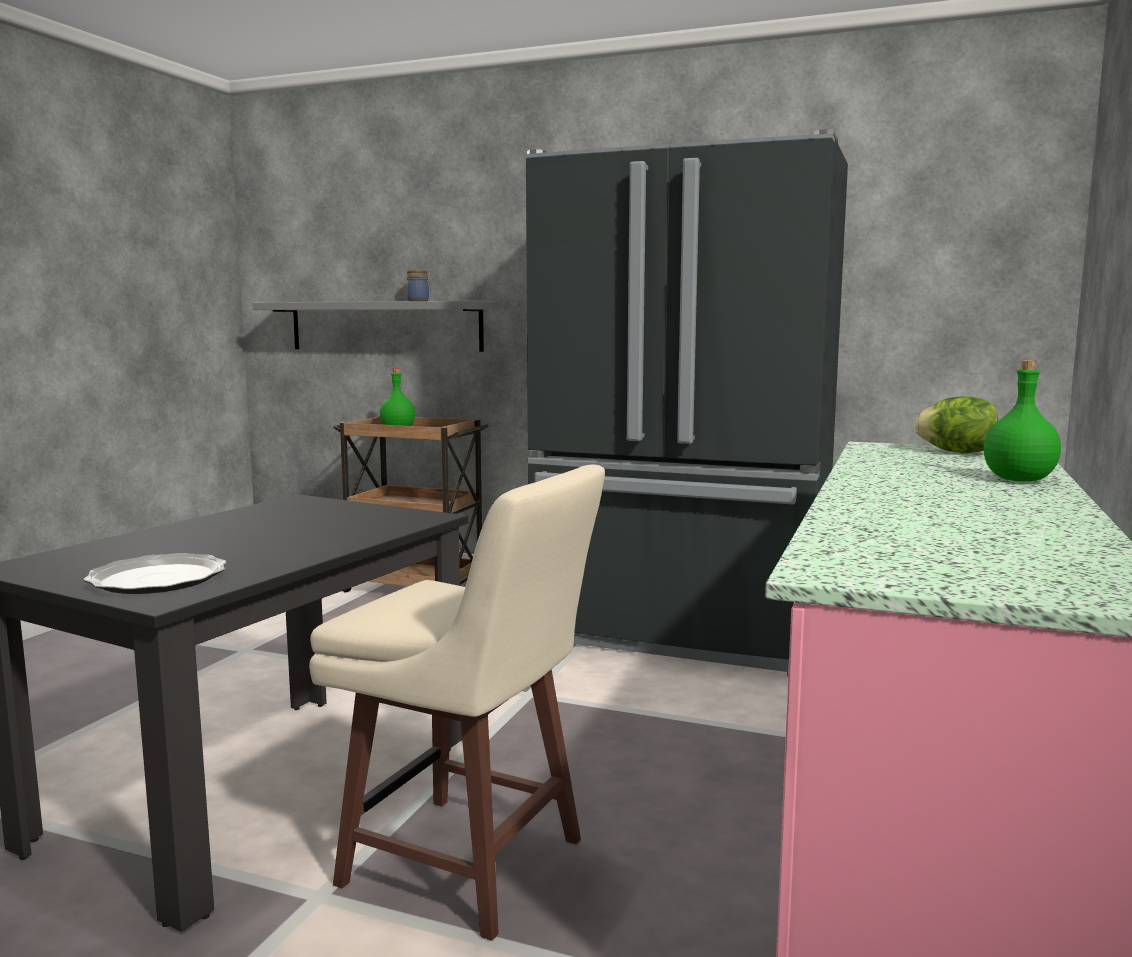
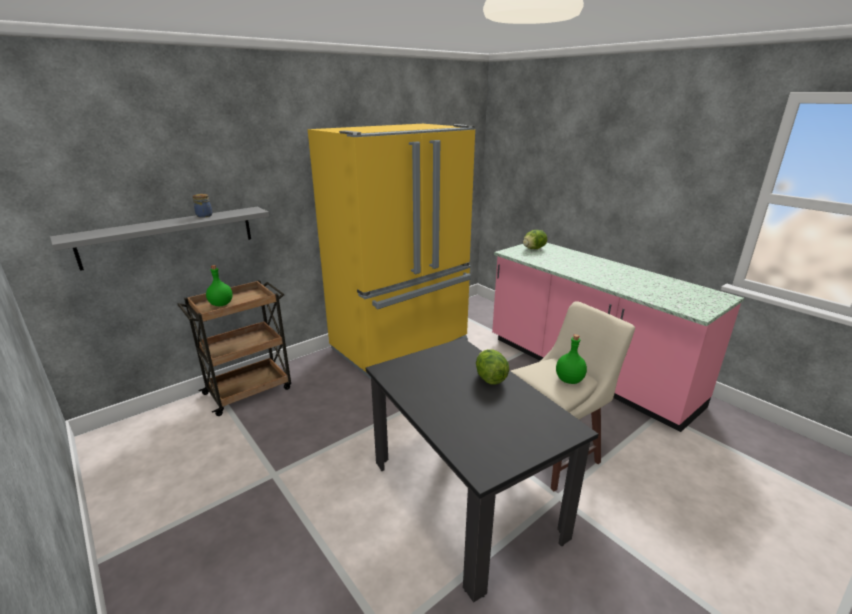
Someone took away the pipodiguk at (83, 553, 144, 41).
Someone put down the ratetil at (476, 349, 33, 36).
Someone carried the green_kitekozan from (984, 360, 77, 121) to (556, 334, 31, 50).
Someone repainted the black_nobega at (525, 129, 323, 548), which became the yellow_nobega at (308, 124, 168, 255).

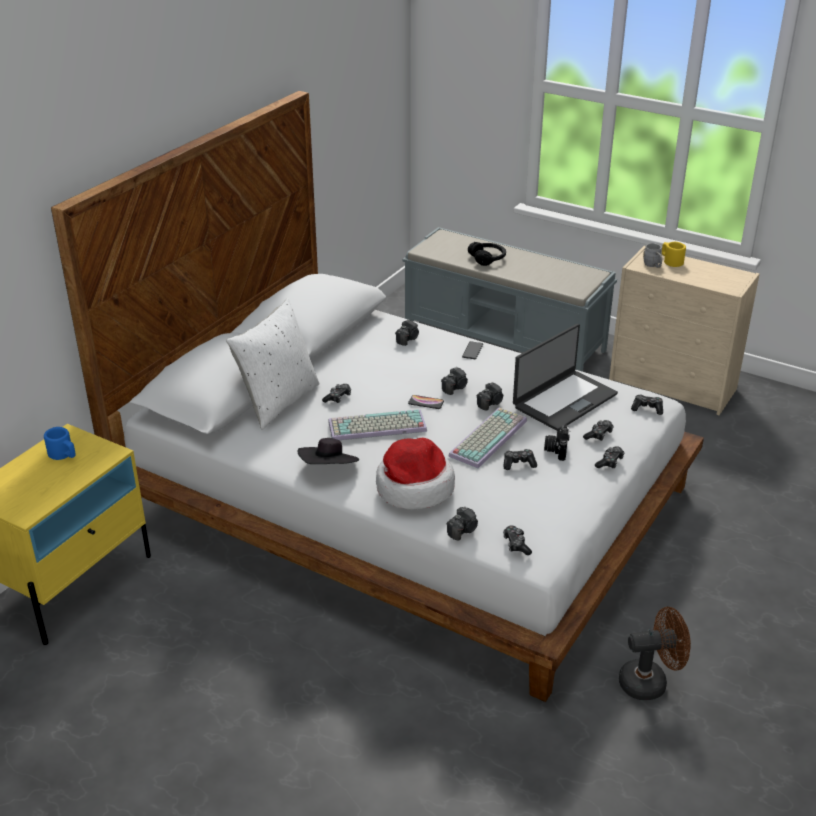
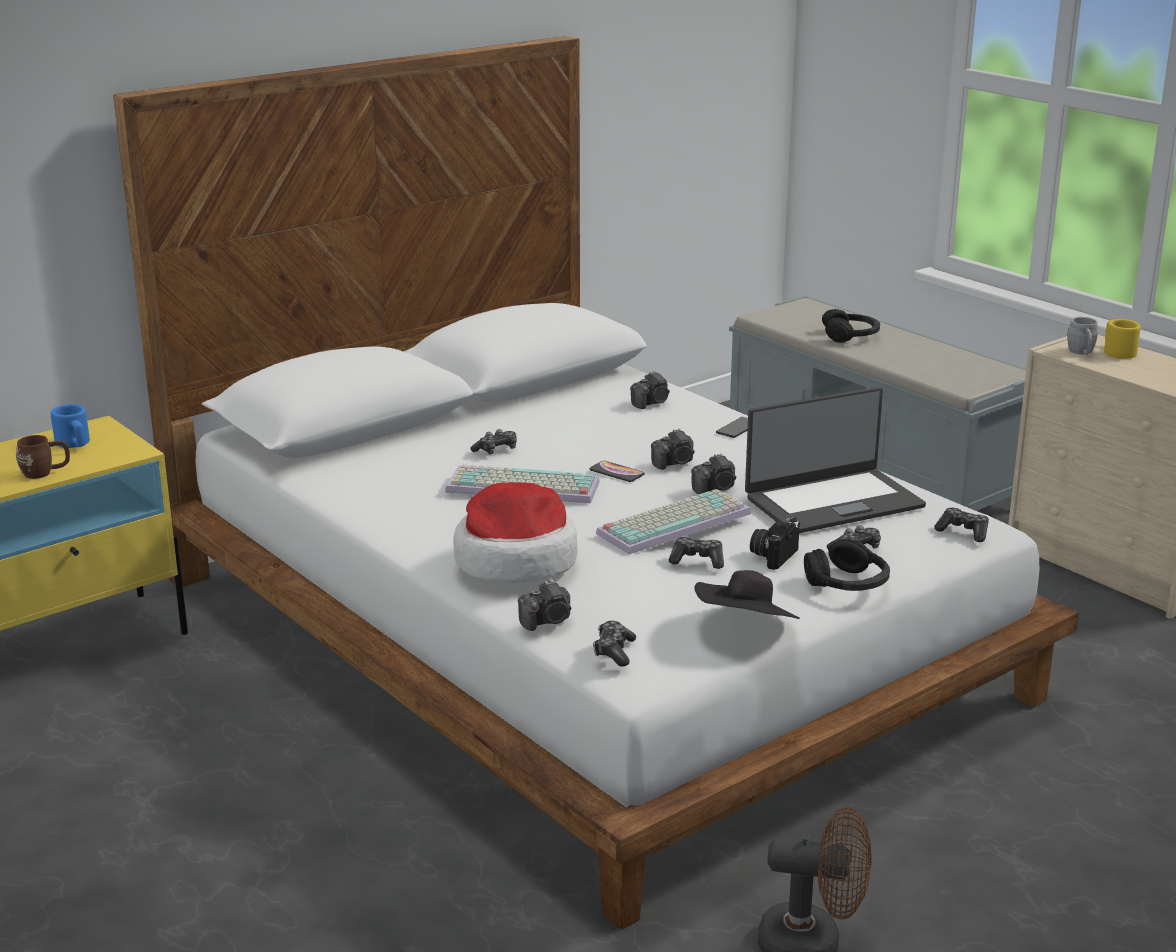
Someone took away the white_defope at (226, 298, 93, 132).
Someone put down the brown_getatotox at (16, 435, 54, 44).
Someone carried the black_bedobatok from (297, 438, 62, 26) to (694, 570, 106, 49).
Someone swapped the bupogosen at (595, 446, 30, 22) for the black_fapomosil at (804, 539, 86, 52).

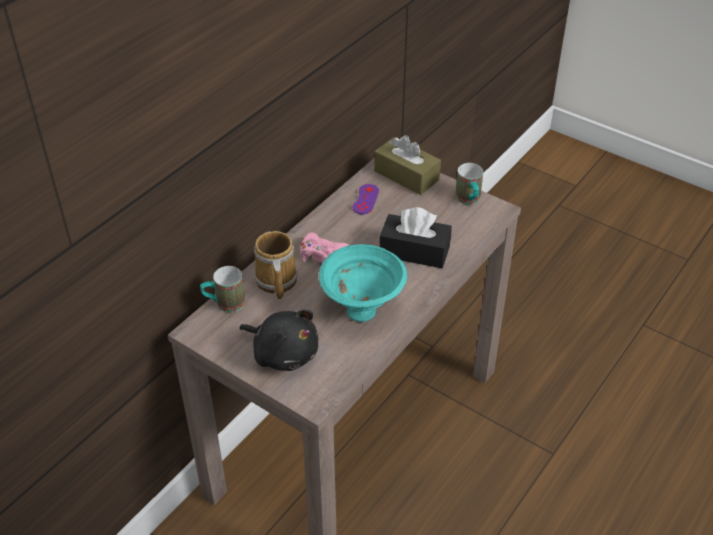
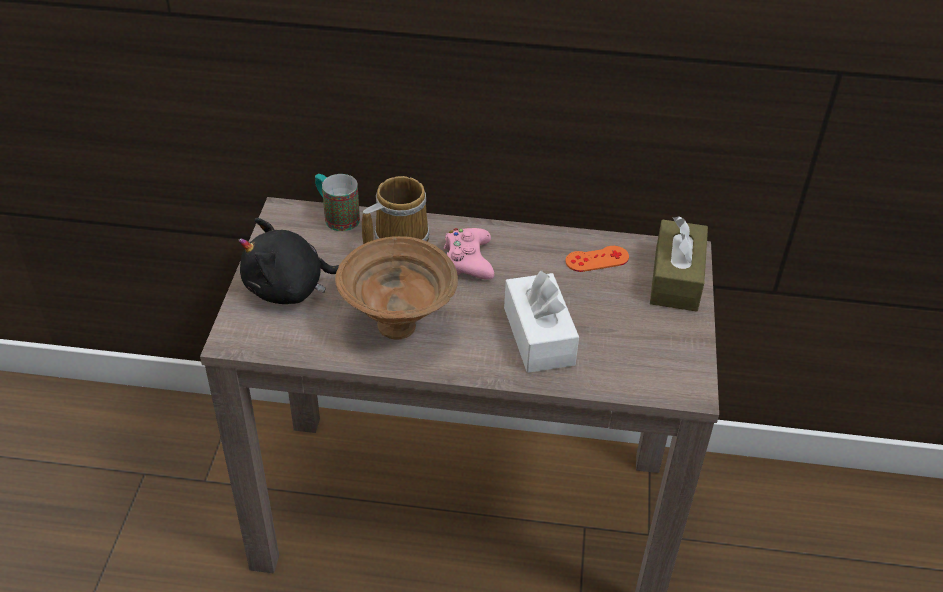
Someone took away the getatotox at (455, 163, 28, 42).
Someone repainted the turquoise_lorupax at (319, 244, 88, 78), which became the brown_lorupax at (335, 236, 123, 104).
Someone repainted the purple_bupogosen at (353, 184, 26, 31), which became the orange_bupogosen at (565, 246, 64, 26).
Someone repainted the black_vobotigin at (380, 207, 72, 61), which became the white_vobotigin at (504, 270, 75, 103).
Someone rotated the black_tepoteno at (239, 310, 79, 61) by 75 degrees clockwise.

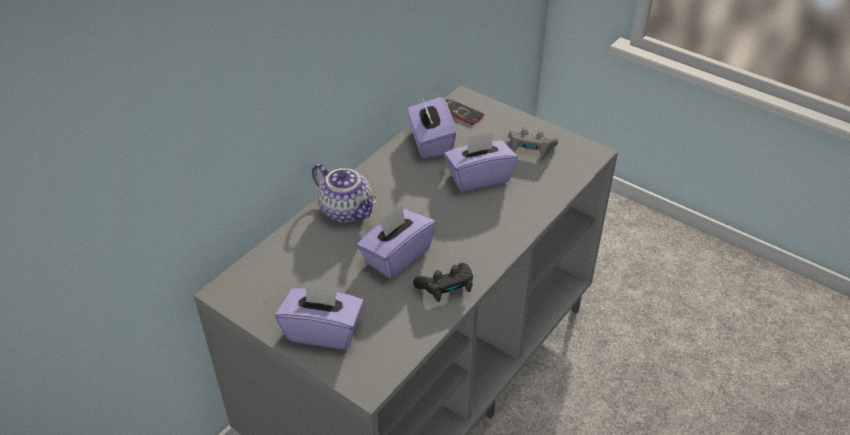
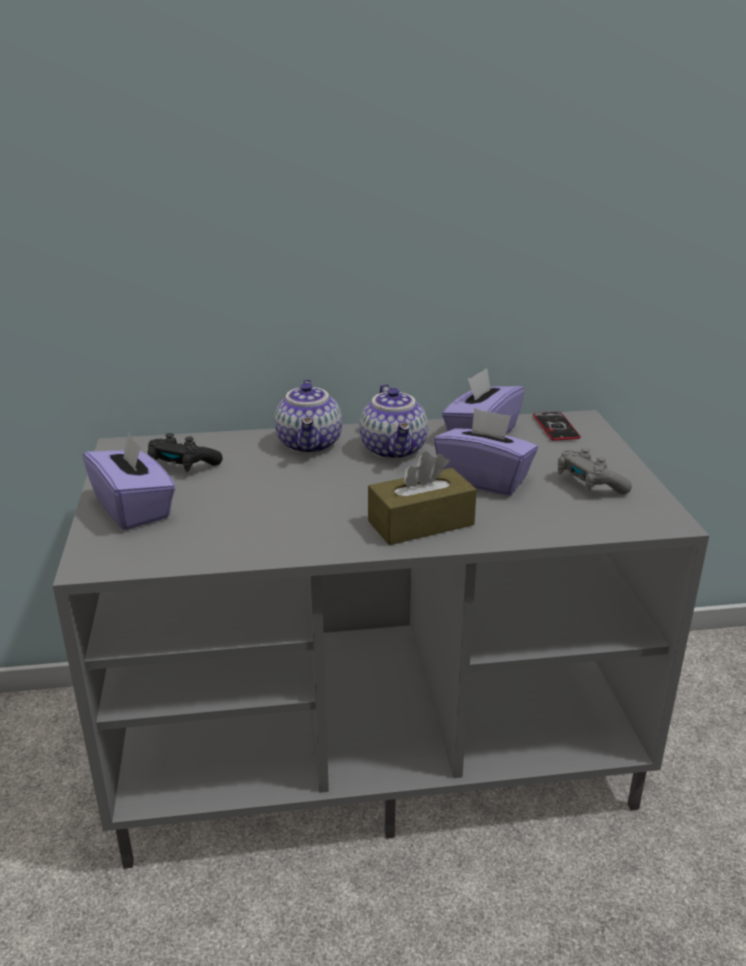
Someone took away the purple_vobotigin at (357, 205, 79, 74).
Someone put down the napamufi at (359, 384, 69, 76).
Someone put down the brown_vobotigin at (368, 451, 109, 94).
Someone carried the black_bupogosen from (413, 263, 60, 39) to (148, 433, 75, 39).

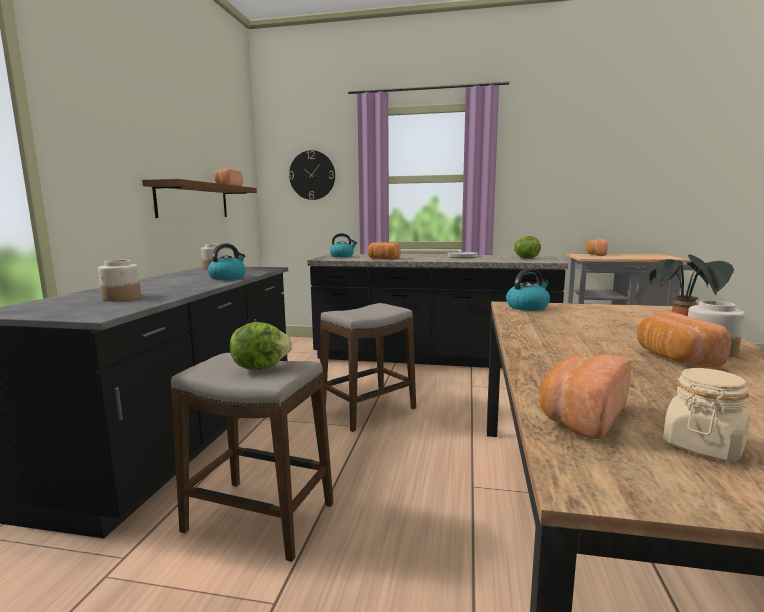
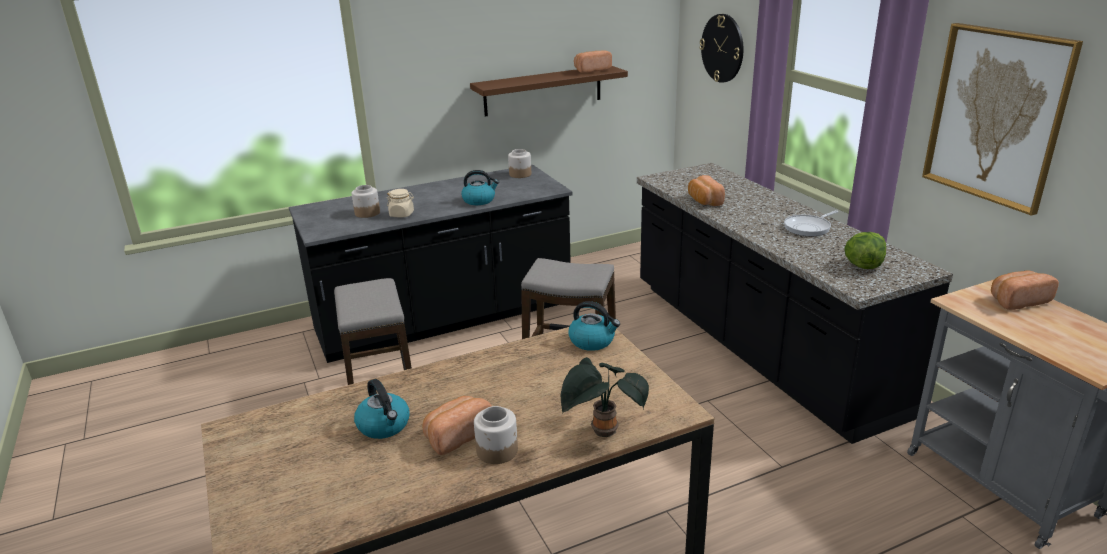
Someone took away the ratetil at (230, 322, 63, 48).
Someone took away the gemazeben at (539, 354, 92, 85).
Someone put up the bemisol at (922, 23, 161, 193).
Someone carried the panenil from (330, 233, 27, 24) to (354, 379, 56, 60).
Someone carried the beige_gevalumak from (663, 368, 87, 93) to (387, 189, 27, 28).

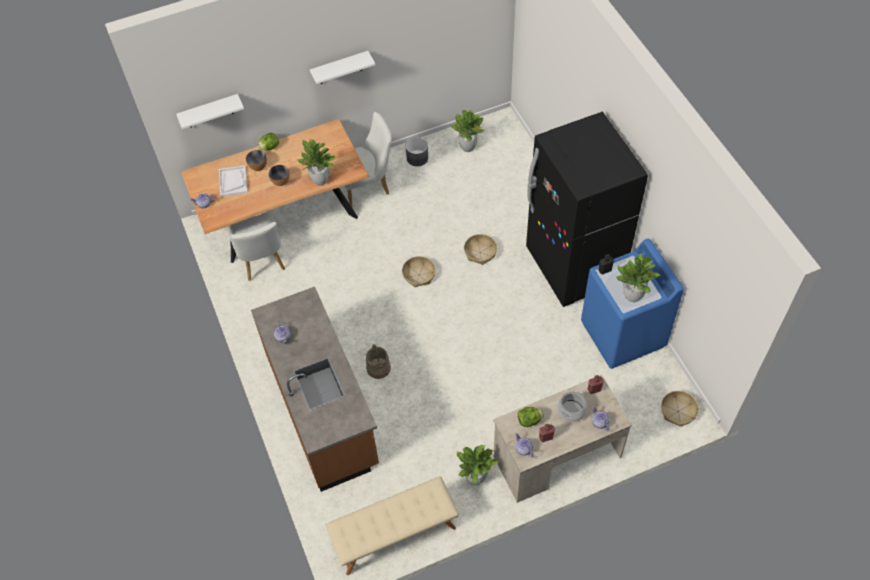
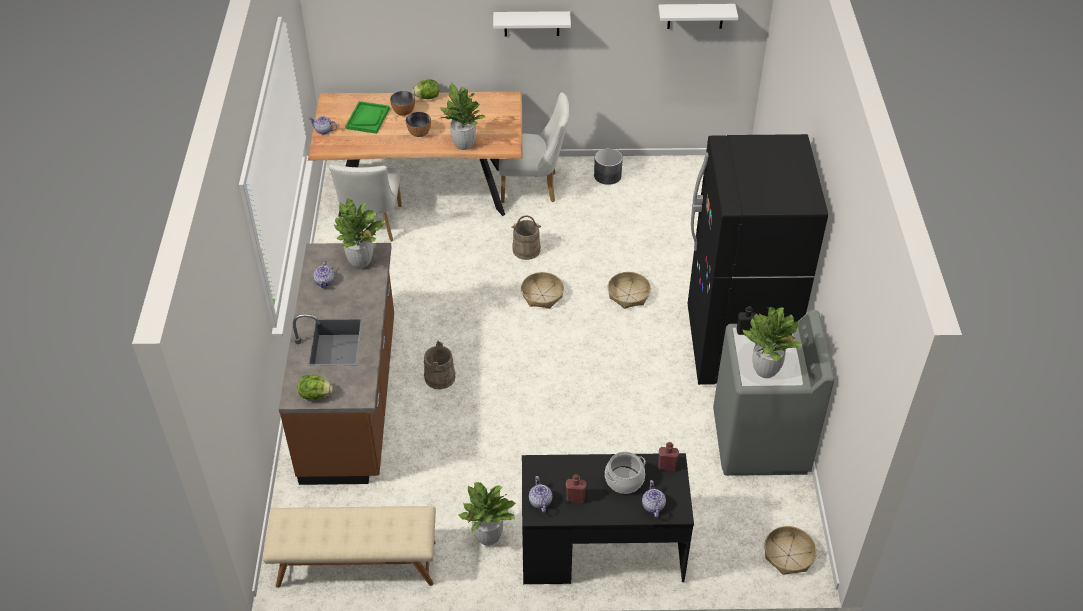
Someone put down the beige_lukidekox at (511, 215, 30, 45).
Someone carried the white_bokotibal from (176, 94, 68, 35) to (658, 4, 80, 25).
Someone carried the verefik from (451, 110, 34, 42) to (334, 198, 51, 71).
Someone carried the ratetil from (518, 407, 26, 20) to (298, 375, 35, 25).
Someone repainted the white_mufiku at (219, 165, 29, 32), which became the green_mufiku at (345, 101, 45, 33).
Someone repainted the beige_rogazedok at (493, 375, 139, 128), which became the black_rogazedok at (522, 453, 172, 131).
Someone repainted the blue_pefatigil at (581, 238, 103, 131), which became the grey_pefatigil at (713, 310, 122, 166).

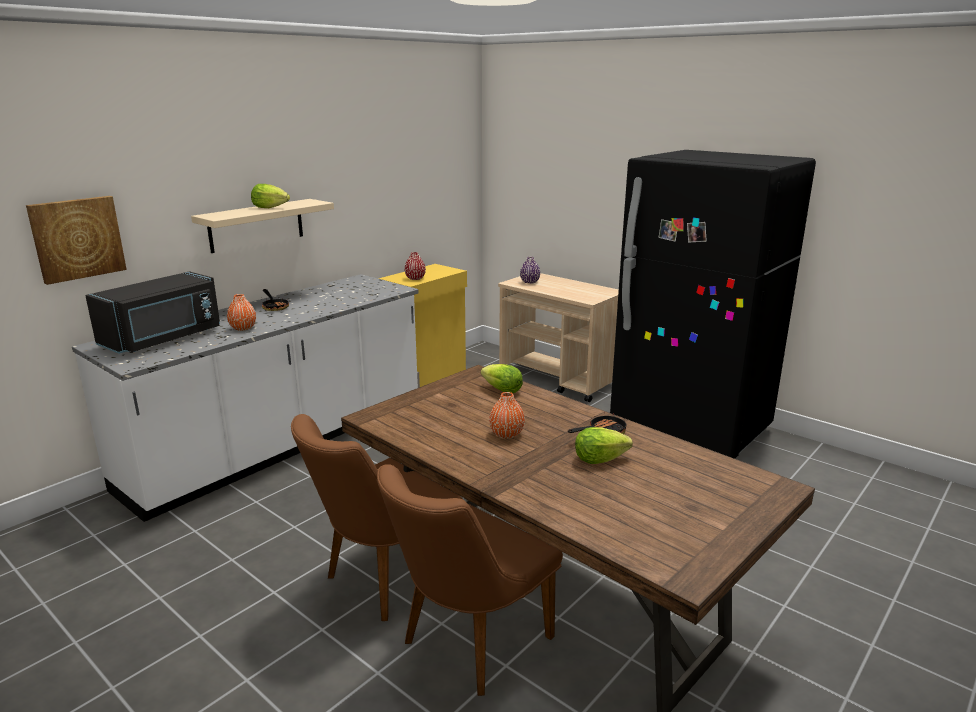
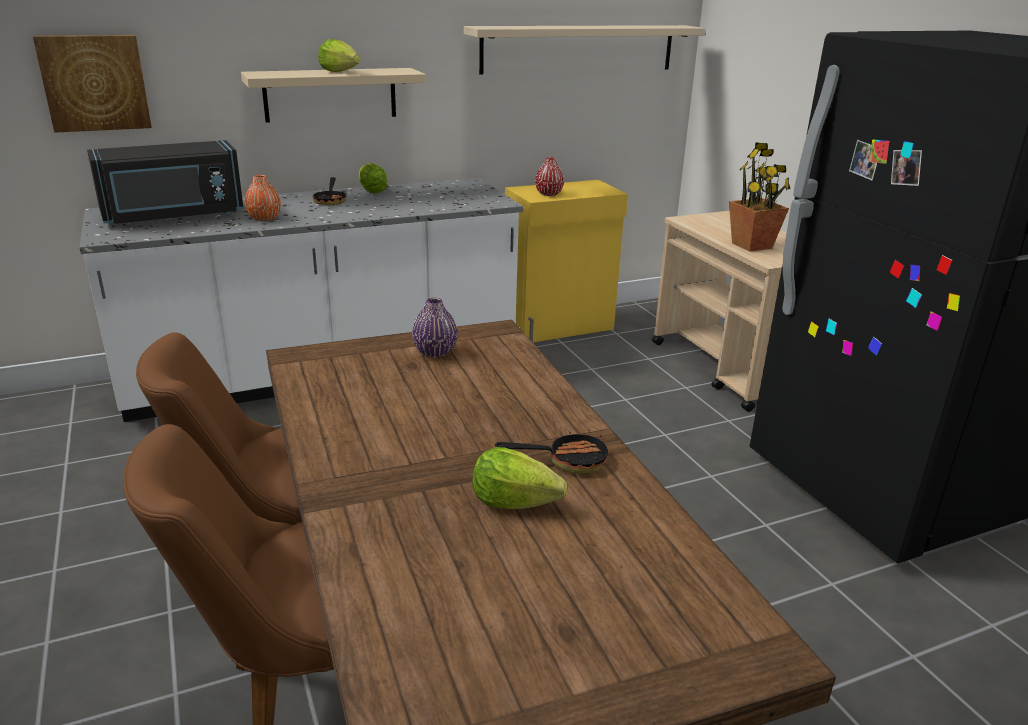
Someone took away the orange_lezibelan at (489, 392, 36, 47).
Someone put up the beige_bokotibal at (464, 25, 242, 50).
Someone put down the verefik at (729, 142, 61, 110).
Someone carried the ratetil from (481, 364, 42, 29) to (359, 163, 29, 31).
Someone carried the purple_lezibelan from (520, 257, 20, 27) to (412, 298, 45, 59).

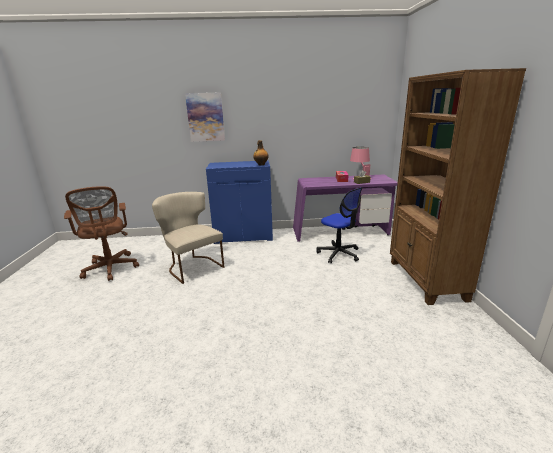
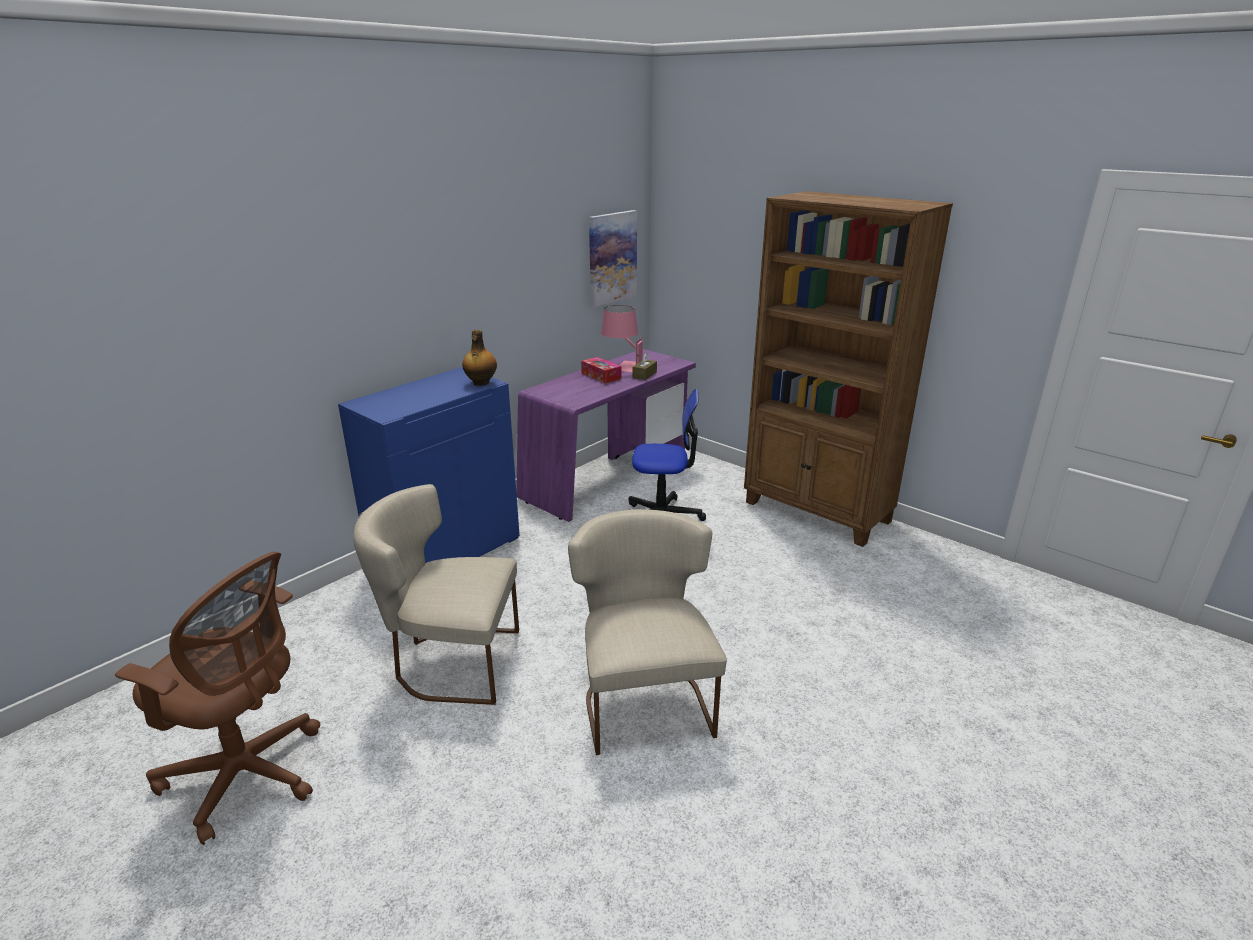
Someone put down the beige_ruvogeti at (568, 509, 159, 246).
Someone carried the bemisol from (185, 92, 40, 50) to (589, 210, 48, 97).

